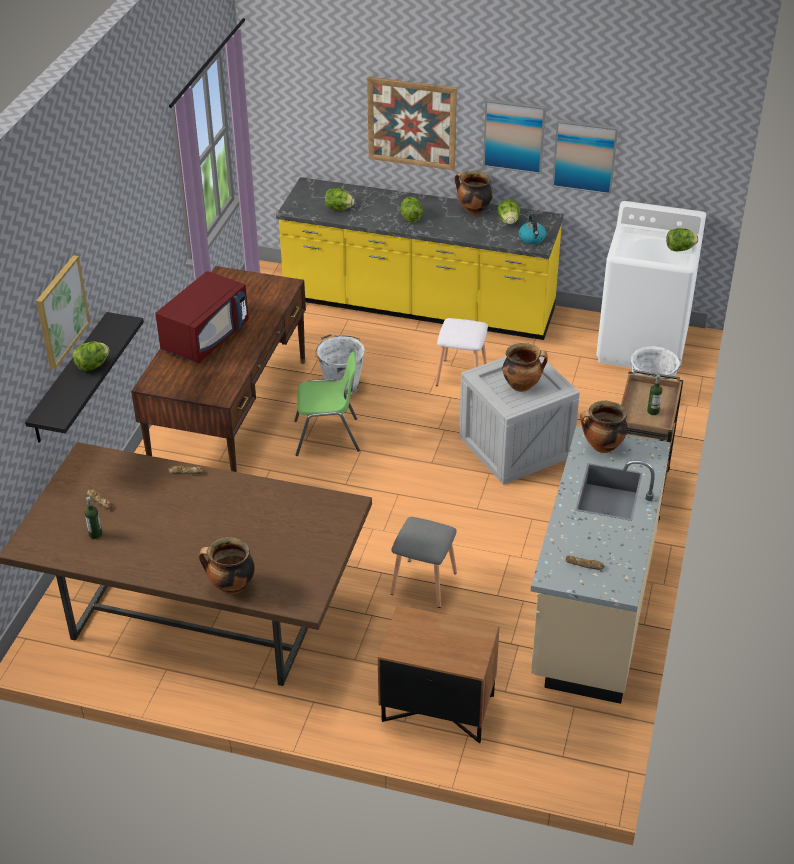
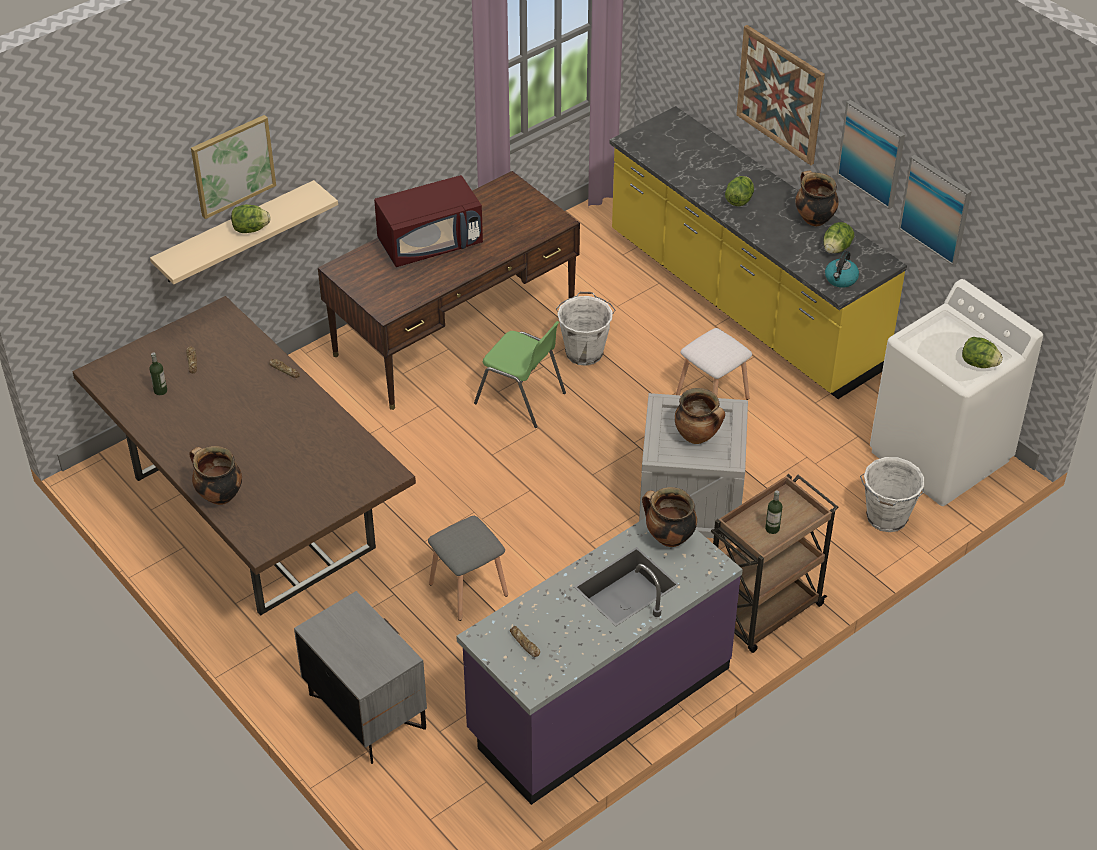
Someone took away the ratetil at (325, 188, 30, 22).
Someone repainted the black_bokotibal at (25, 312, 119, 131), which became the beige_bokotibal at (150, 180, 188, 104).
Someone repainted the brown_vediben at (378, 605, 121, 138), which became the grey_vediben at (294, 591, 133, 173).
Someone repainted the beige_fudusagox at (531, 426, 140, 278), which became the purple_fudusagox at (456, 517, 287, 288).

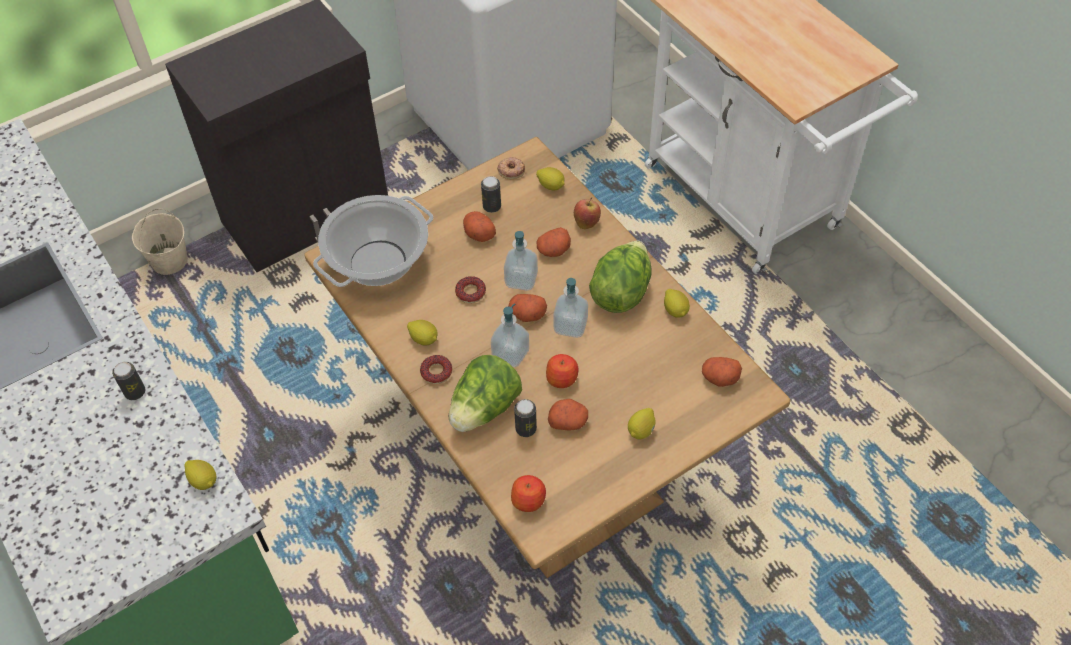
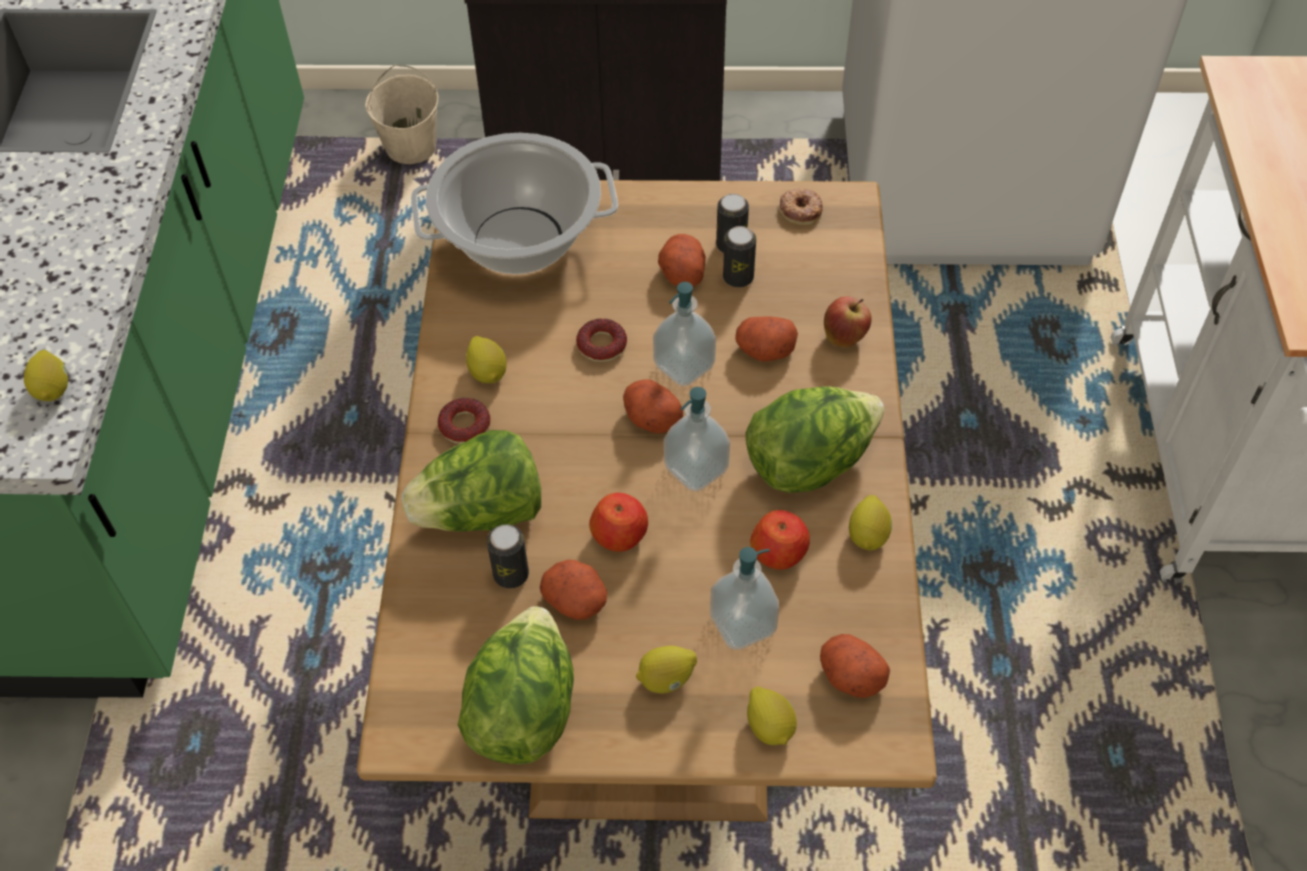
Someone put down the ratetil at (458, 606, 116, 159).
Someone carried the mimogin from (112, 362, 33, 38) to (723, 226, 33, 62).
Someone carried the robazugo from (491, 304, 38, 63) to (710, 547, 69, 103).
Someone carried the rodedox from (511, 475, 35, 37) to (750, 510, 60, 60).
Someone carried the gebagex from (536, 167, 28, 23) to (747, 686, 50, 59).

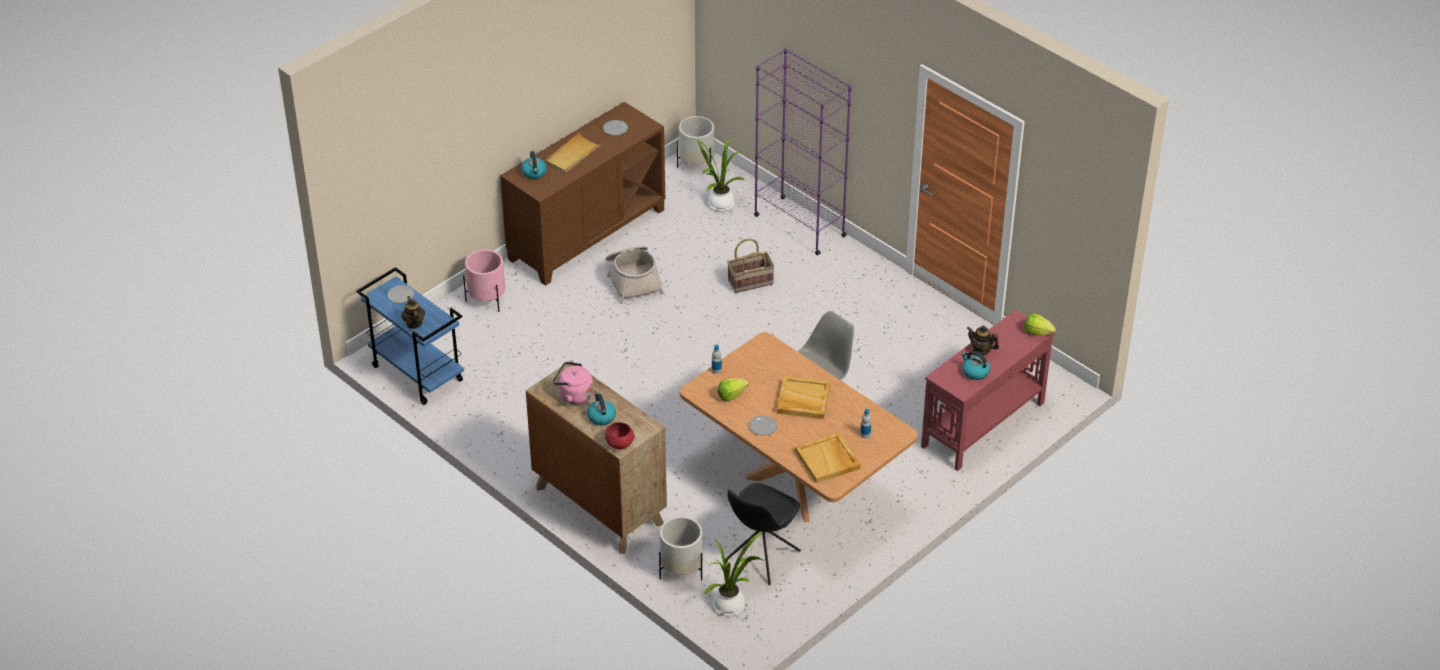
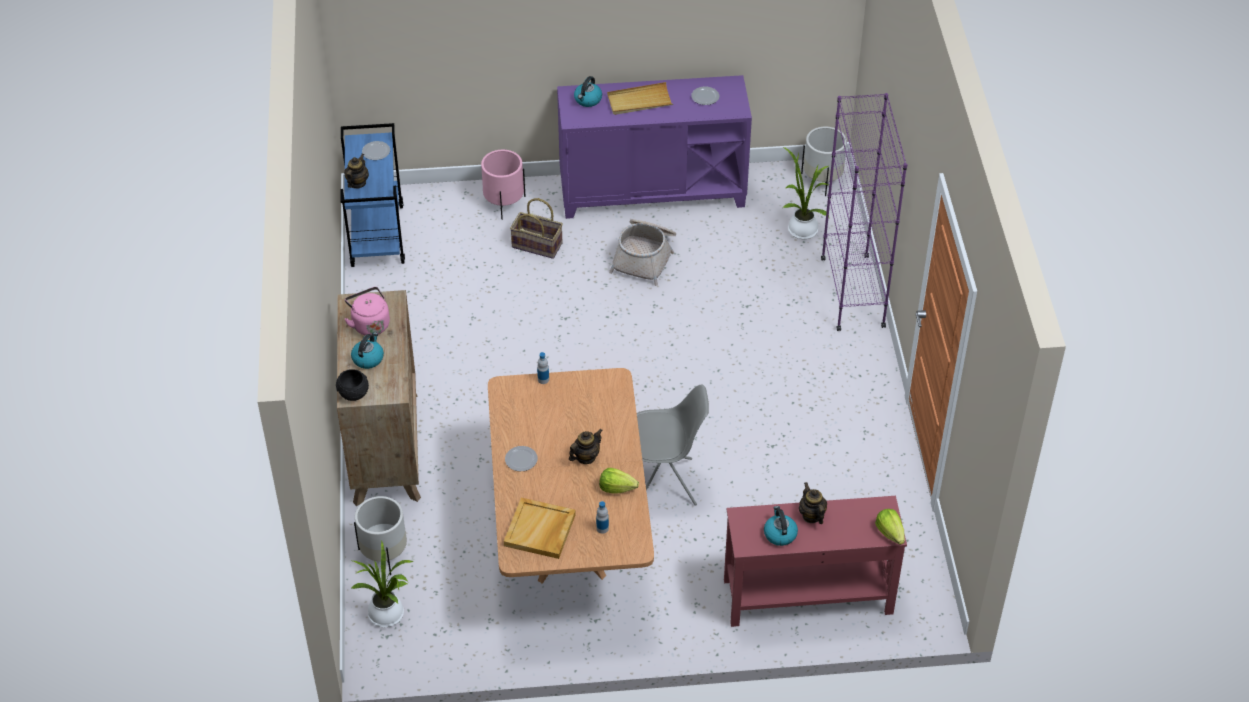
Someone took away the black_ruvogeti at (728, 483, 73, 102).
Someone carried the ratetil from (718, 378, 31, 23) to (599, 468, 40, 25).
Someone carried the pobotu from (727, 238, 48, 55) to (510, 198, 53, 61).
Someone swapped the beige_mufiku at (777, 376, 54, 43) for the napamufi at (569, 429, 34, 35).
Someone repainted the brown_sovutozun at (500, 102, 165, 184), which became the purple_sovutozun at (557, 75, 195, 144).
Someone repainted the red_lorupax at (605, 422, 30, 28), which became the black_lorupax at (336, 369, 33, 32).

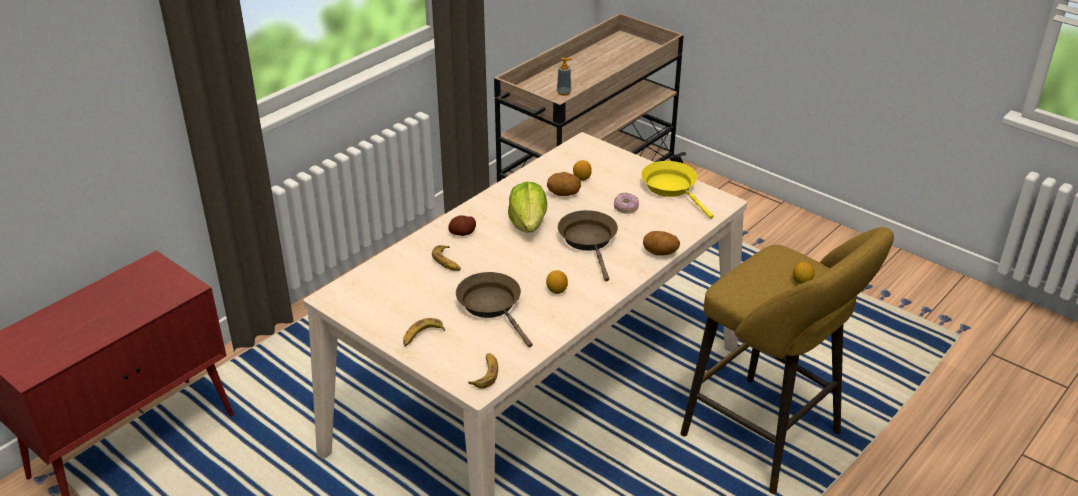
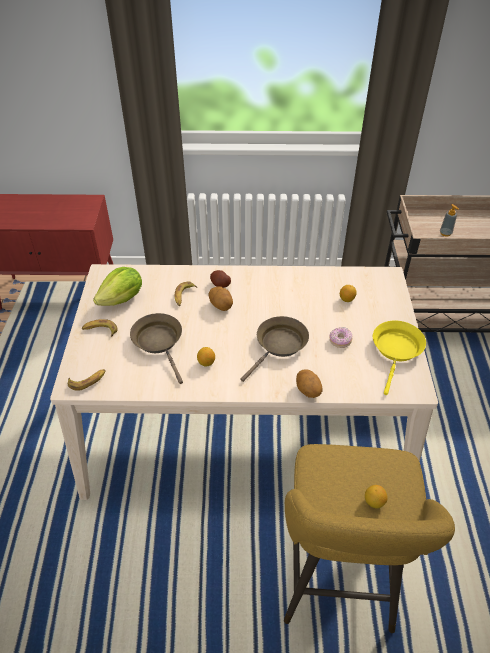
Someone carried the ratetil from (508, 182, 39, 51) to (93, 267, 49, 39).
Someone carried the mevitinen from (547, 172, 34, 24) to (208, 286, 25, 25).
Someone rotated the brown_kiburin at (456, 272, 77, 75) by 45 degrees counterclockwise.

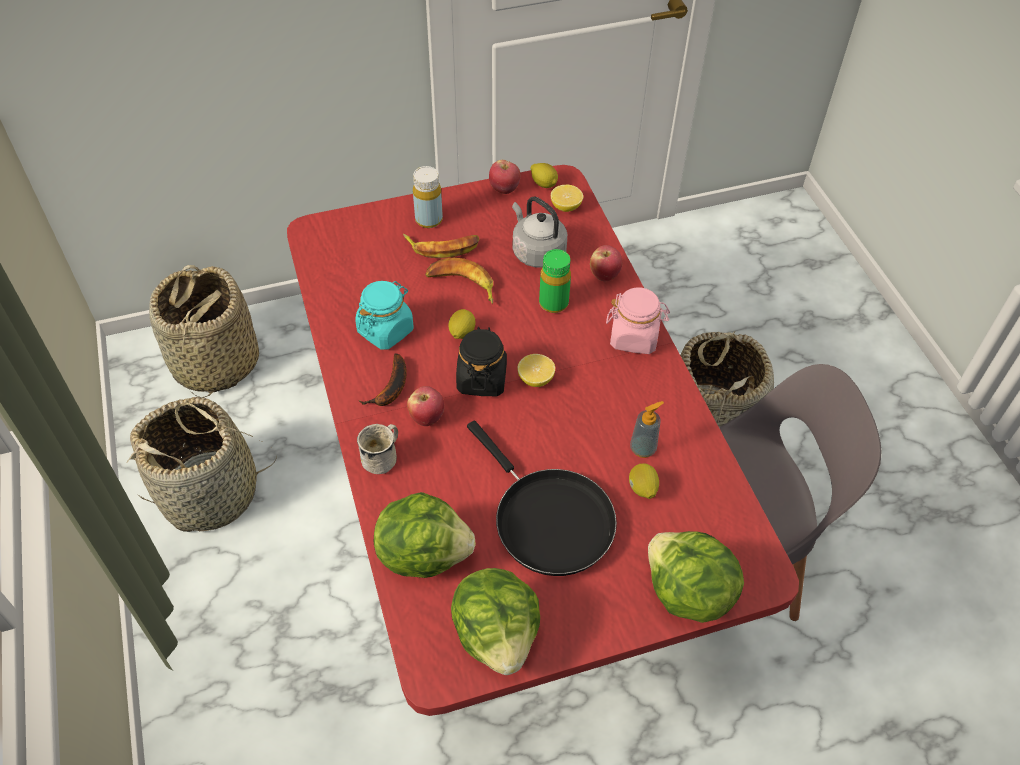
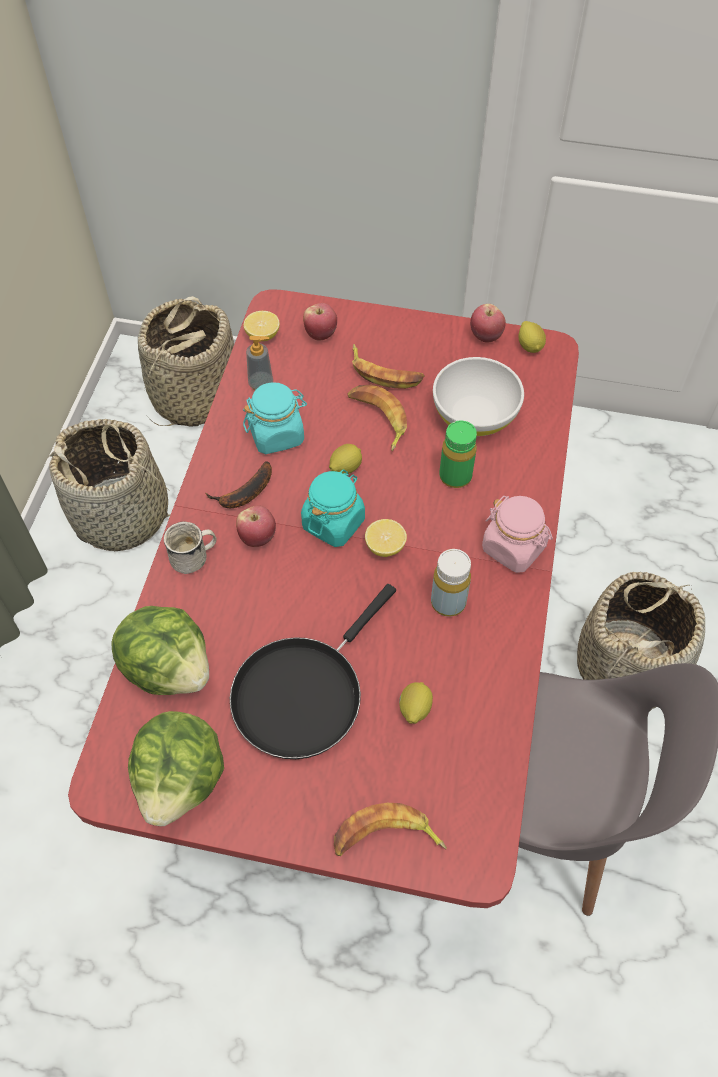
Someone carried the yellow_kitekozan from (413, 166, 30, 62) to (431, 549, 40, 68).
Someone carried the gebagex from (551, 185, 32, 27) to (244, 311, 36, 30).
Someone carried the rodedox from (590, 245, 32, 36) to (303, 303, 34, 37).
Someone carried the robazugo from (630, 401, 34, 57) to (246, 336, 27, 54).
Someone swapped the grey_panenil at (512, 197, 55, 71) for the white_lorupax at (433, 357, 91, 79).
Someone swapped the ratetil at (648, 531, 96, 92) for the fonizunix at (334, 803, 113, 53).
Someone repainted the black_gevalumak at (456, 326, 51, 70), which became the turquoise_gevalumak at (301, 469, 64, 78).
Someone rotated the black_kiburin at (467, 421, 150, 155) by 45 degrees clockwise.

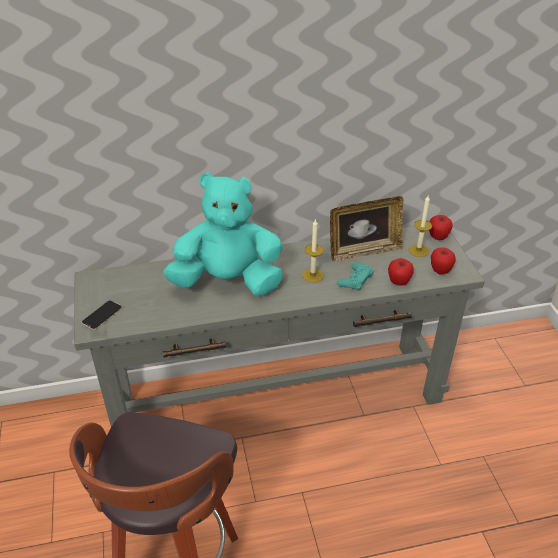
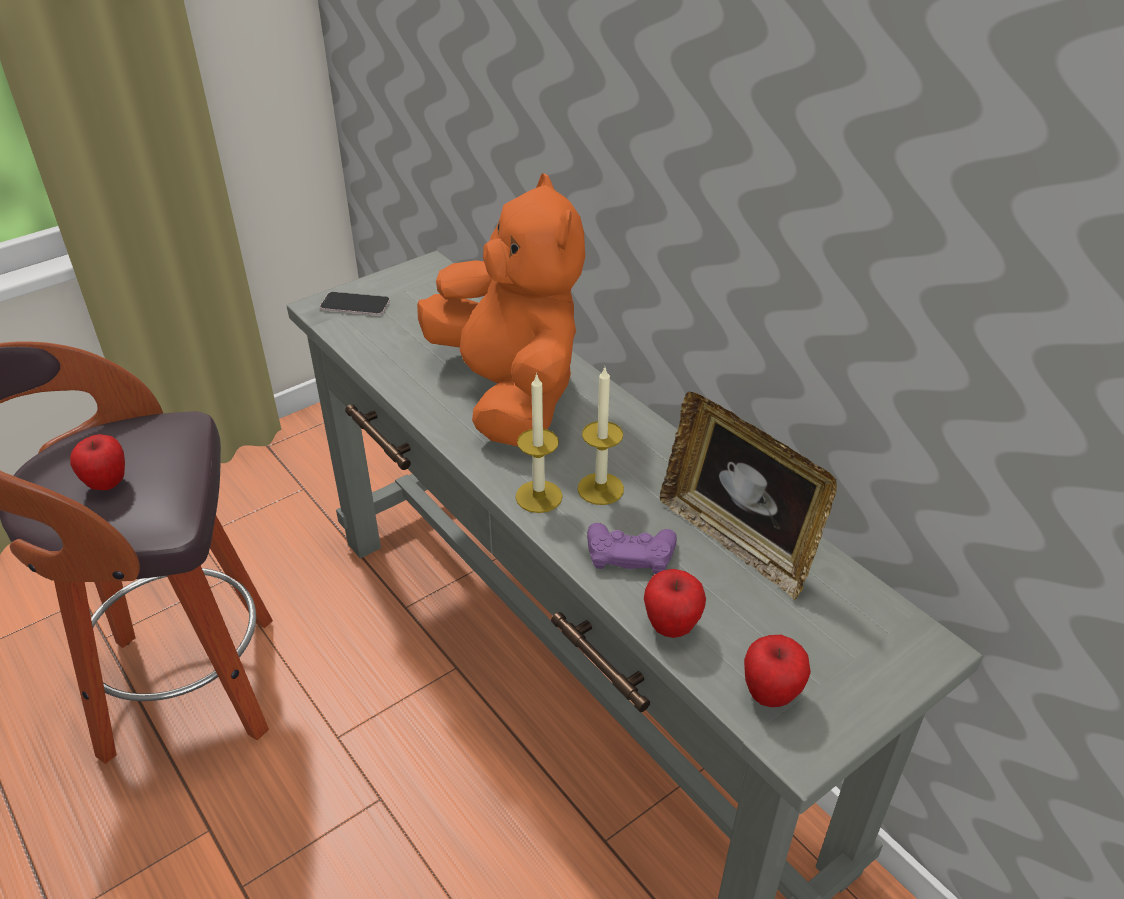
Someone carried the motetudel from (409, 196, 23, 61) to (515, 373, 48, 140).
Someone carried the rodedox from (429, 215, 24, 25) to (70, 434, 55, 56).
Someone repainted the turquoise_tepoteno at (163, 172, 120, 124), which became the orange_tepoteno at (417, 173, 168, 273).
Someone repainted the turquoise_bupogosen at (337, 263, 37, 28), which became the purple_bupogosen at (587, 523, 90, 51).

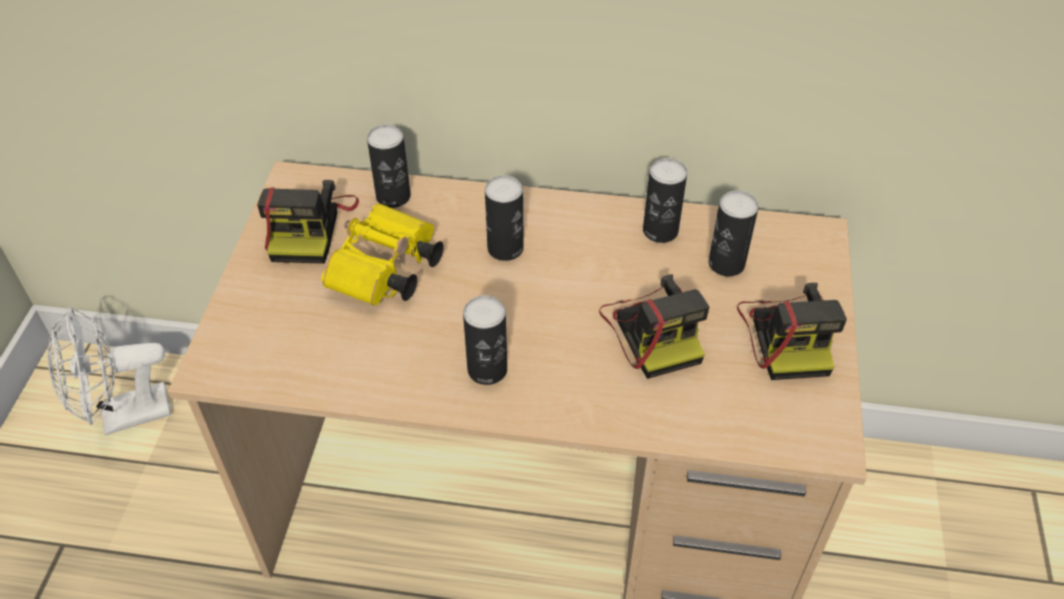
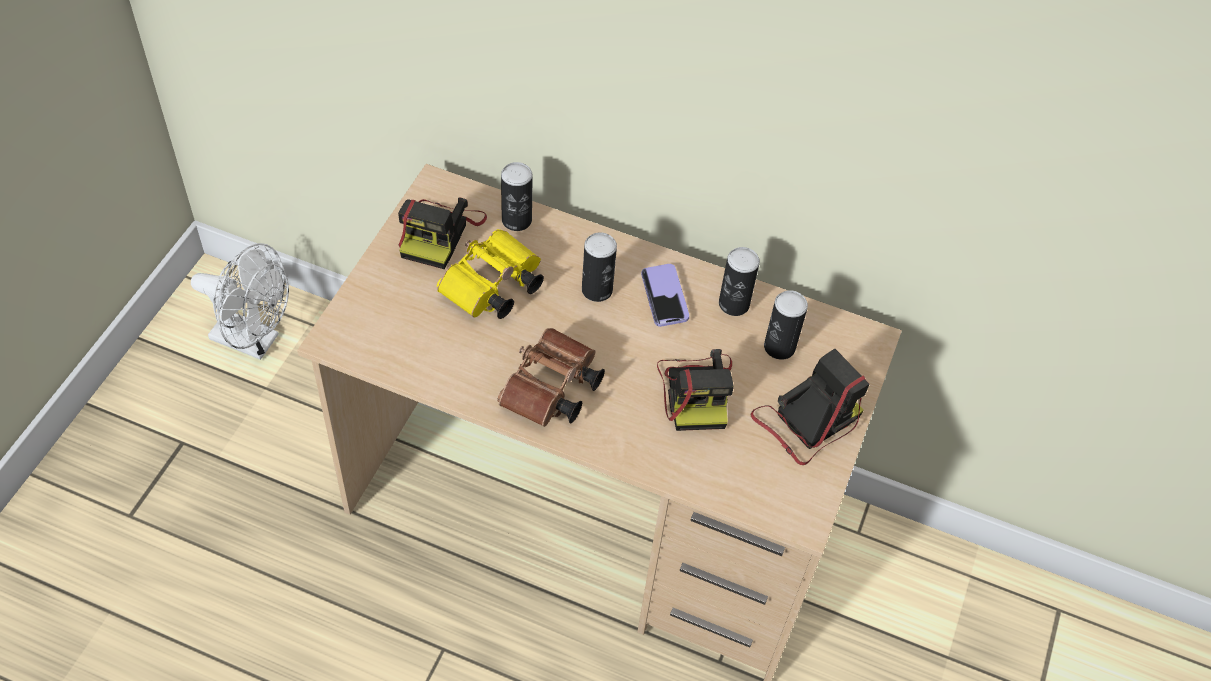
Someone put down the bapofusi at (641, 264, 48, 63).
Someone swapped the mimogin at (463, 295, 44, 90) for the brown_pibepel at (497, 328, 108, 99).
Someone rotated the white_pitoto at (47, 306, 124, 129) by 150 degrees counterclockwise.
Someone rotated the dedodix at (737, 283, 110, 97) by 135 degrees counterclockwise.

